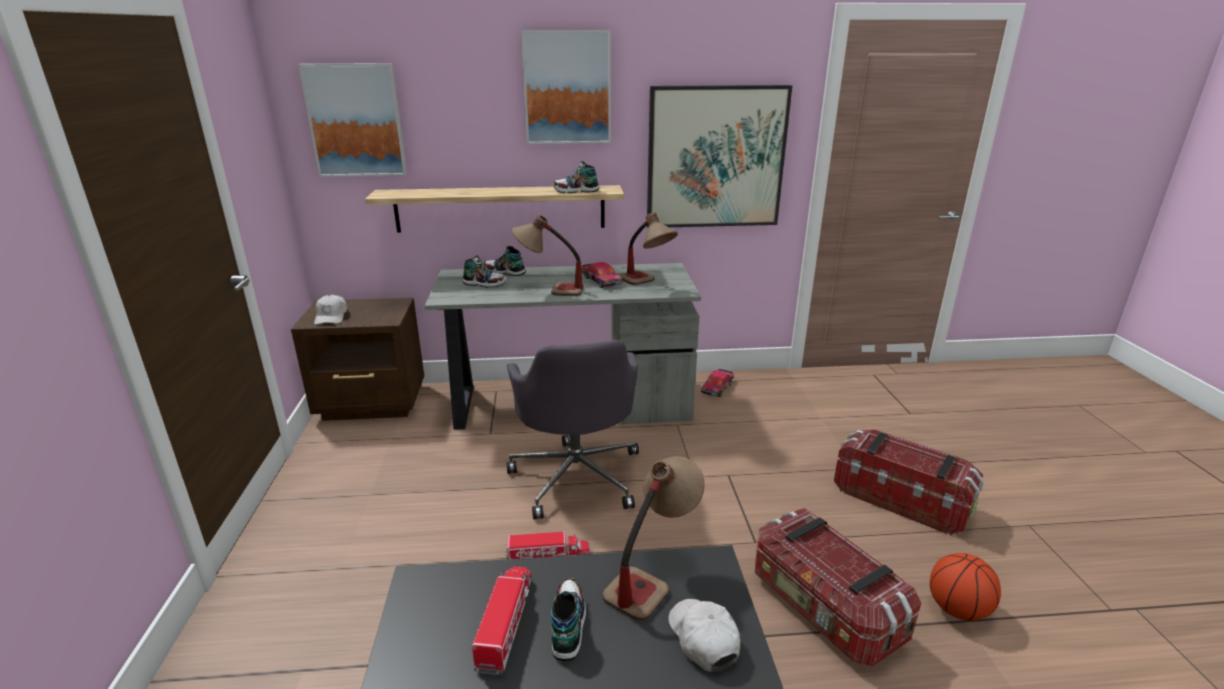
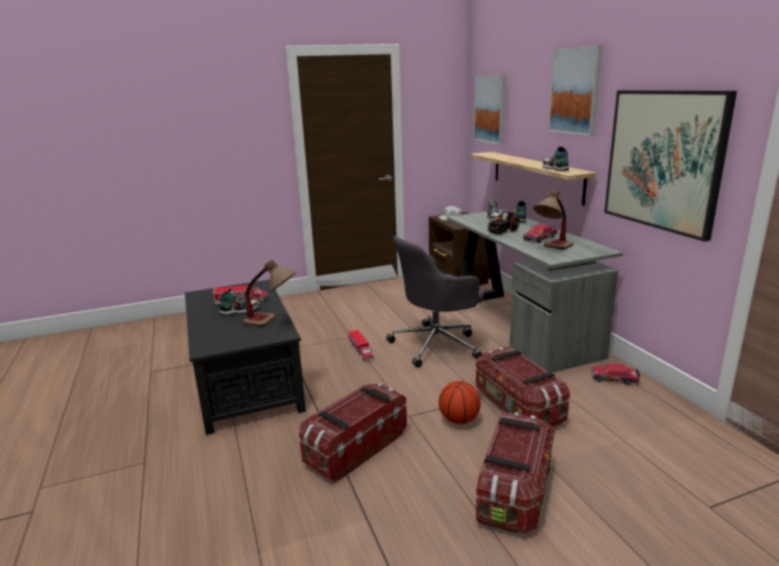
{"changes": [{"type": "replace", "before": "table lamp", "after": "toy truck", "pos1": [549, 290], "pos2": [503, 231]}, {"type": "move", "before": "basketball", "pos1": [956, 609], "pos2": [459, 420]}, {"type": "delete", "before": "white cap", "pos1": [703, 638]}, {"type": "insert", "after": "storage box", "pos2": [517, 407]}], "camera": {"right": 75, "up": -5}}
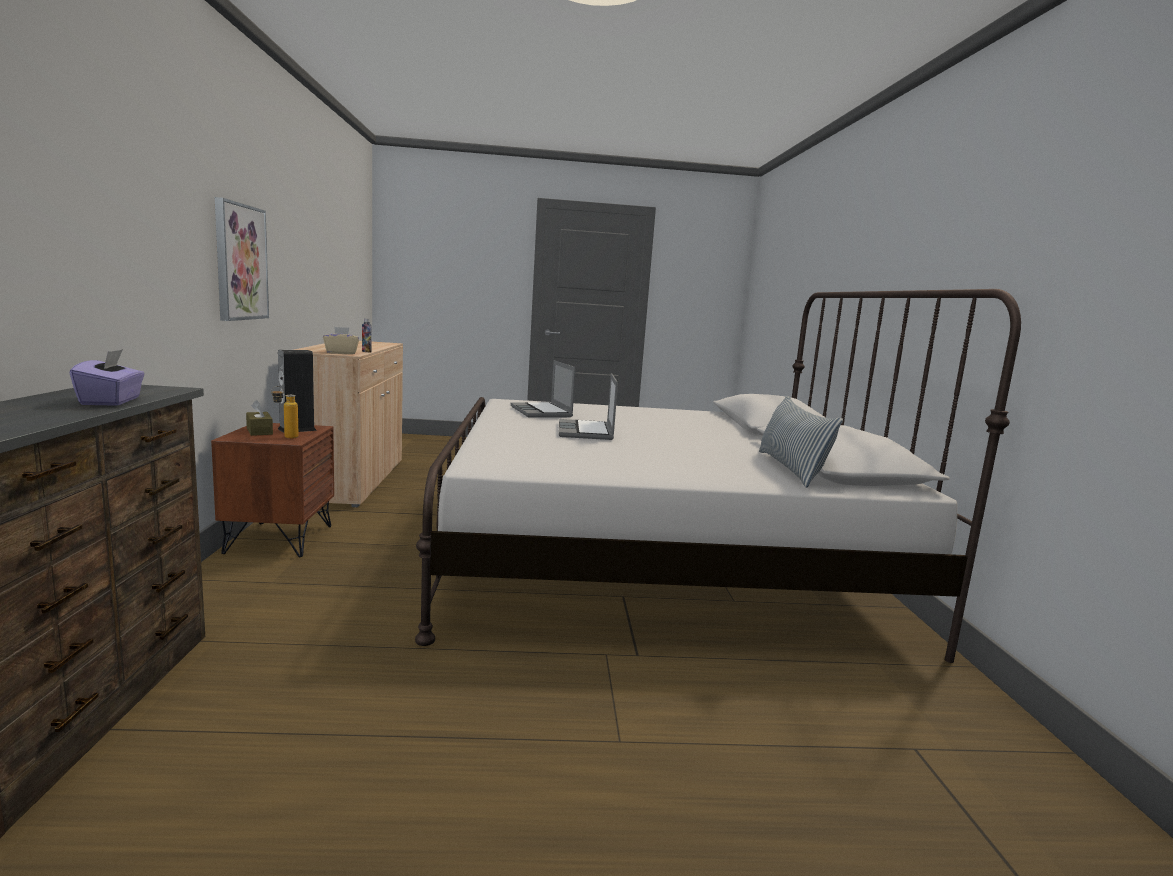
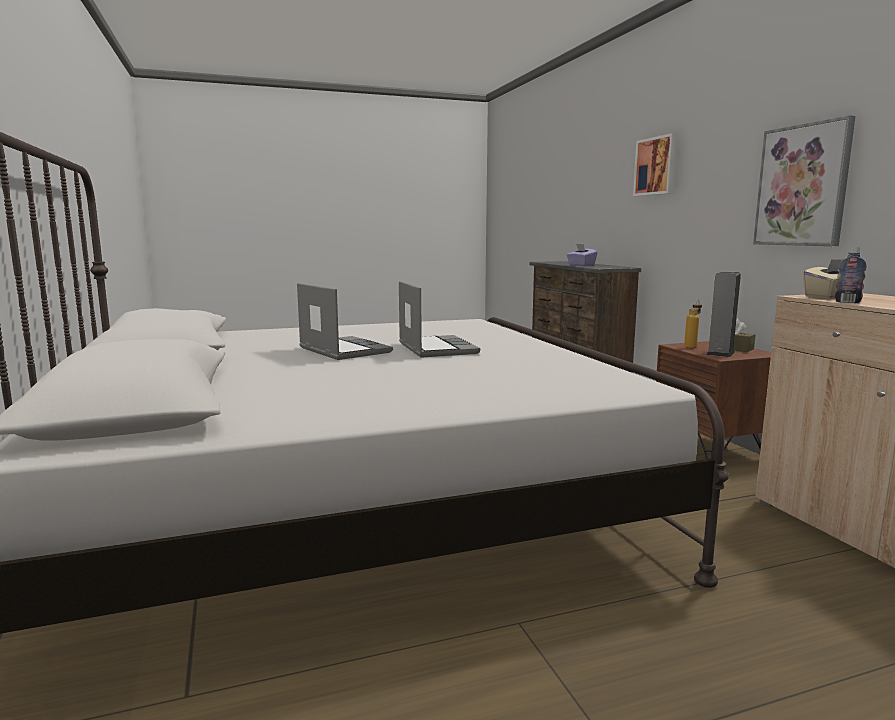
{"changes": [{"type": "move", "before": "laptop", "pos1": [542, 412], "pos2": [342, 350]}, {"type": "delete", "before": "pillow", "pos1": [791, 468]}, {"type": "insert", "after": "picture", "pos2": [657, 166]}], "camera": {"right": 165, "up": 0}}
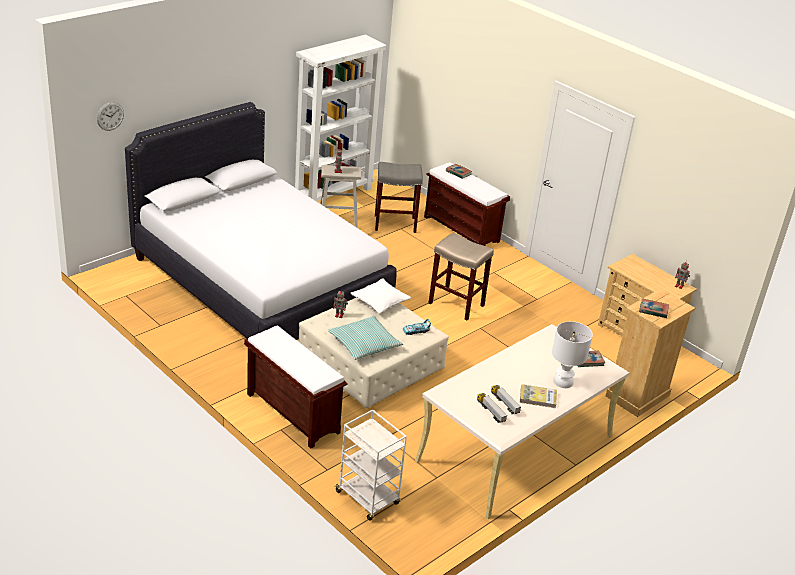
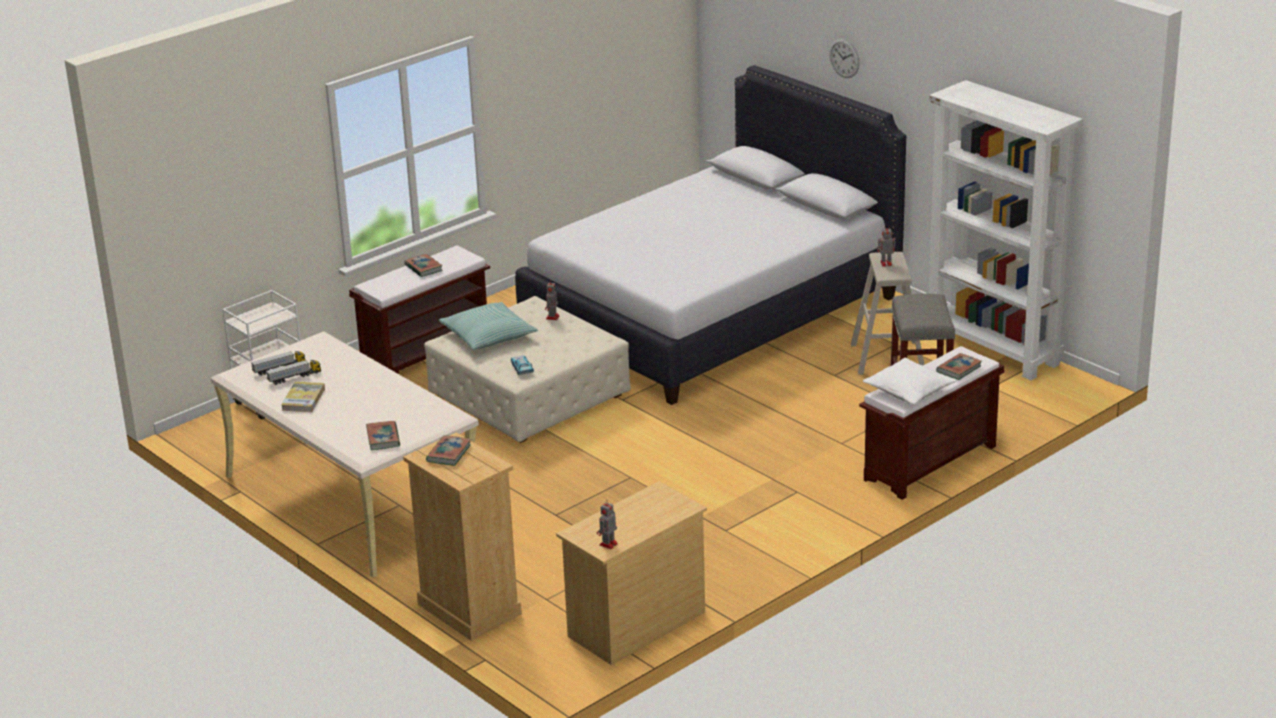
{"changes": [{"type": "move", "before": "wall clock", "pos1": [110, 116], "pos2": [844, 58]}, {"type": "delete", "before": "beige stool", "pos1": [455, 304]}, {"type": "move", "before": "white pillow", "pos1": [380, 302], "pos2": [909, 391]}, {"type": "delete", "before": "white table lamp", "pos1": [563, 382]}, {"type": "insert", "after": "book", "pos2": [423, 268]}], "camera": {"right": 95, "up": -5}}
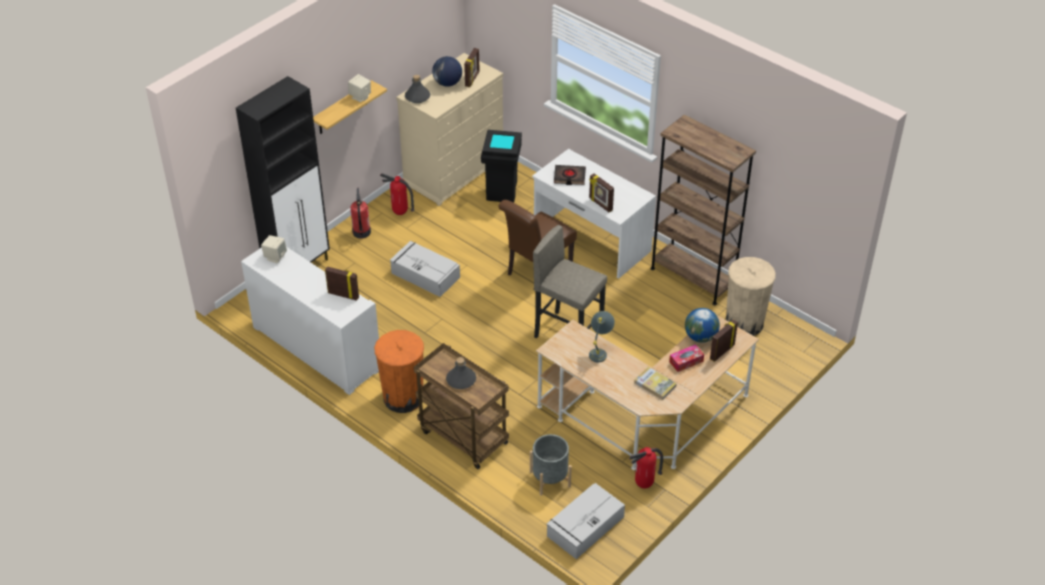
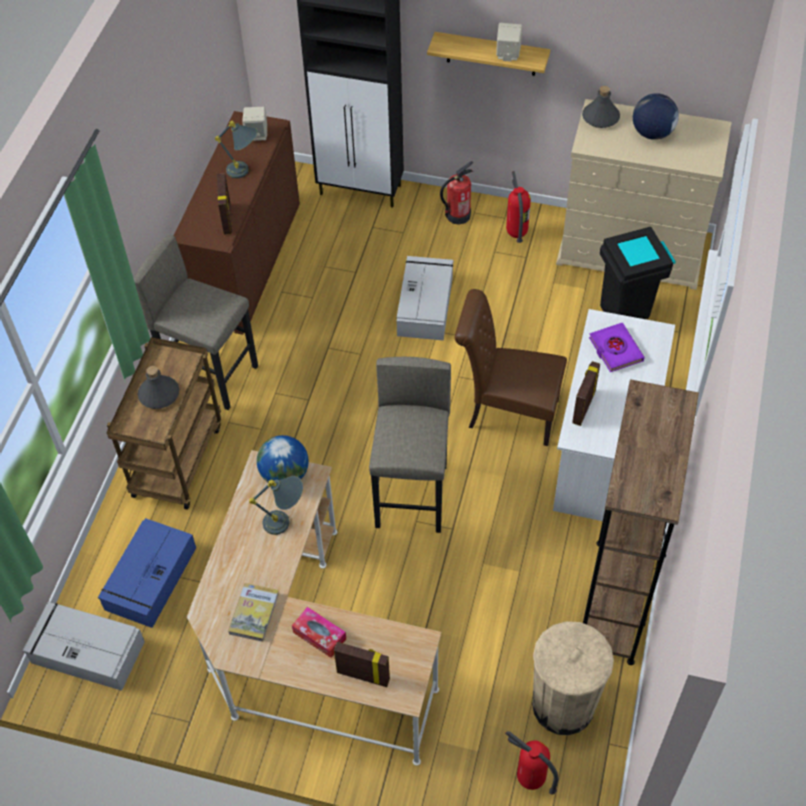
{"changes": [{"type": "delete", "before": "picture frame", "pos1": [472, 79]}, {"type": "recolor", "before": "black book", "after": "purple book", "pos1": [569, 177], "pos2": [615, 350]}, {"type": "recolor", "before": "white cabinet", "after": "brown cabinet", "pos1": [316, 348], "pos2": [247, 263]}, {"type": "move", "before": "globe", "pos1": [700, 337], "pos2": [285, 475]}, {"type": "replace", "before": "orange trash can", "after": "grey stool", "pos1": [403, 397], "pos2": [211, 375]}, {"type": "replace", "before": "grey planter", "after": "blue storage box", "pos1": [550, 479], "pos2": [150, 580]}, {"type": "move", "before": "fire extinguisher", "pos1": [644, 485], "pos2": [530, 780]}, {"type": "insert", "after": "grey table lamp", "pos2": [245, 172]}], "camera": {"right": 65, "up": 10}}
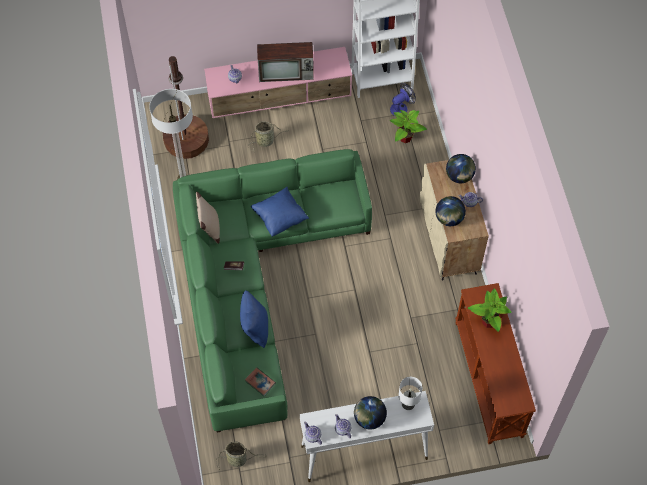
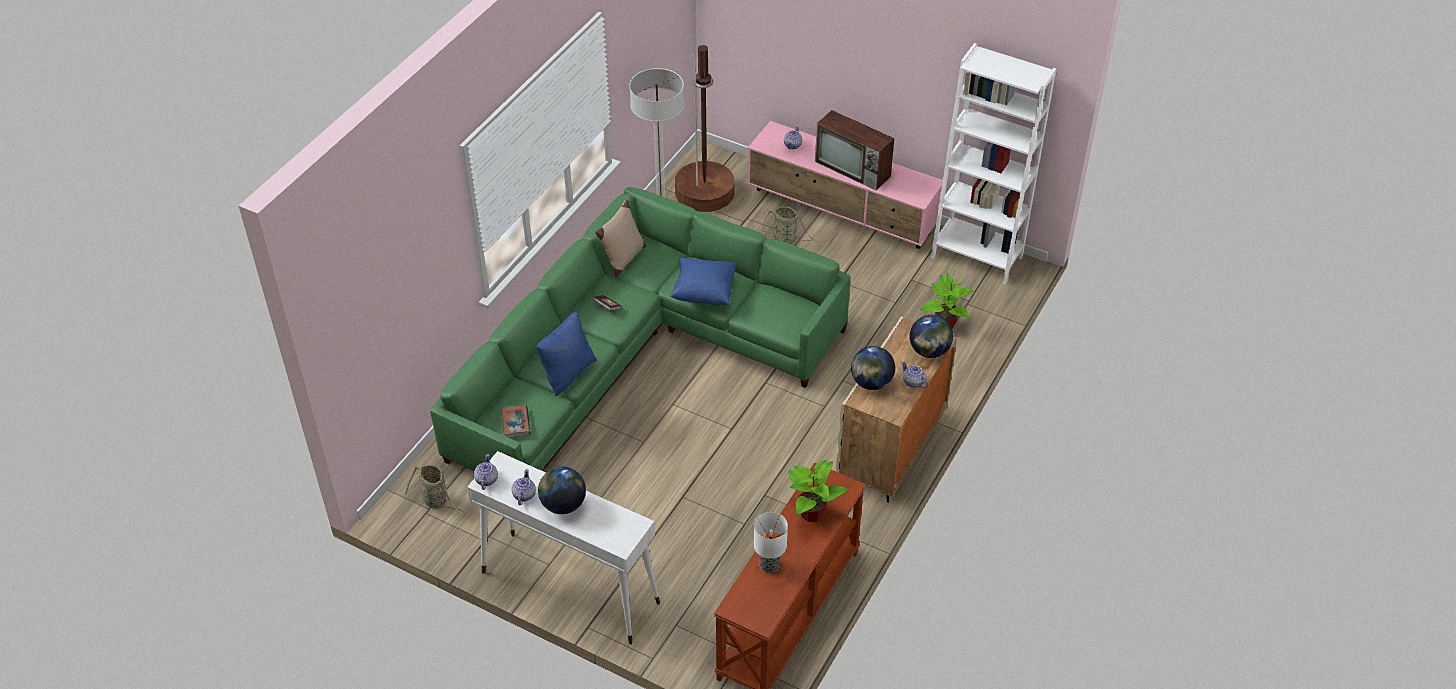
{"changes": [{"type": "delete", "before": "fan", "pos1": [401, 107]}, {"type": "move", "before": "table lamp", "pos1": [408, 403], "pos2": [769, 565]}], "camera": {"right": 40, "up": -15}}
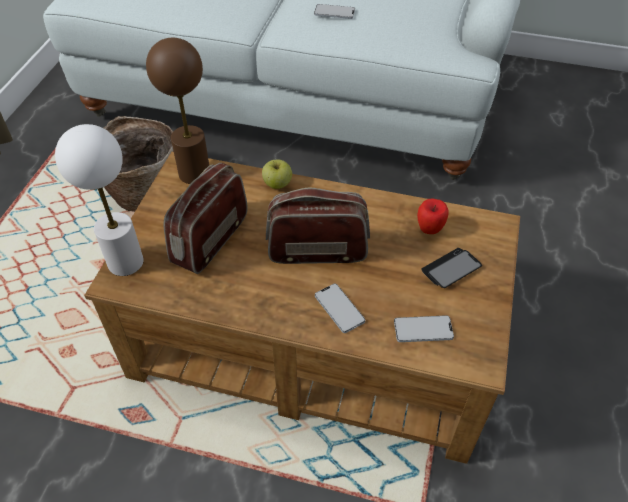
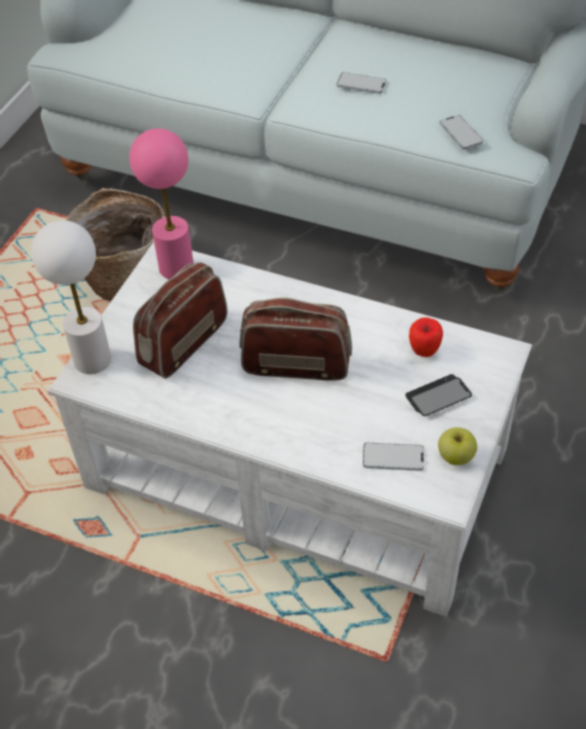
{"changes": [{"type": "recolor", "before": "brown table lamp", "after": "pink table lamp", "pos1": [195, 173], "pos2": [177, 267]}, {"type": "recolor", "before": "brown coffee table", "after": "white coffee table", "pos1": [312, 339], "pos2": [296, 466]}, {"type": "move", "before": "apple", "pos1": [277, 184], "pos2": [456, 456]}, {"type": "move", "before": "phone", "pos1": [339, 308], "pos2": [461, 133]}], "camera": {"right": 10, "up": 0}}
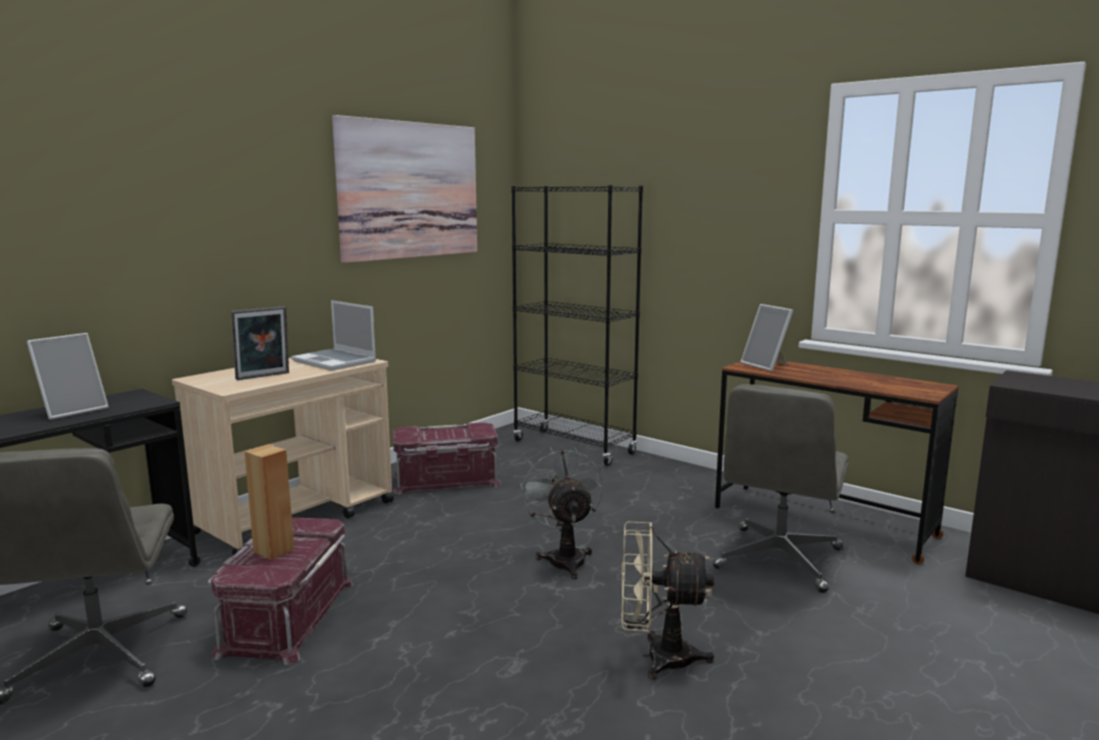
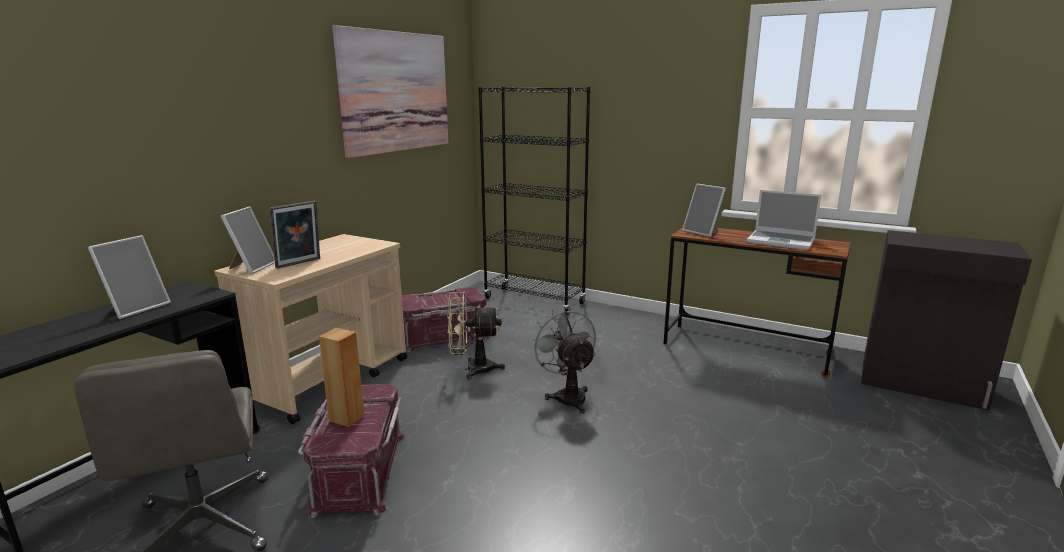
{"changes": [{"type": "move", "before": "laptop", "pos1": [335, 361], "pos2": [782, 241]}, {"type": "delete", "before": "grey office chair", "pos1": [779, 560]}, {"type": "move", "before": "beige fan", "pos1": [657, 657], "pos2": [472, 369]}, {"type": "insert", "after": "picture frame", "pos2": [251, 267]}], "camera": {"right": -10, "up": 5}}
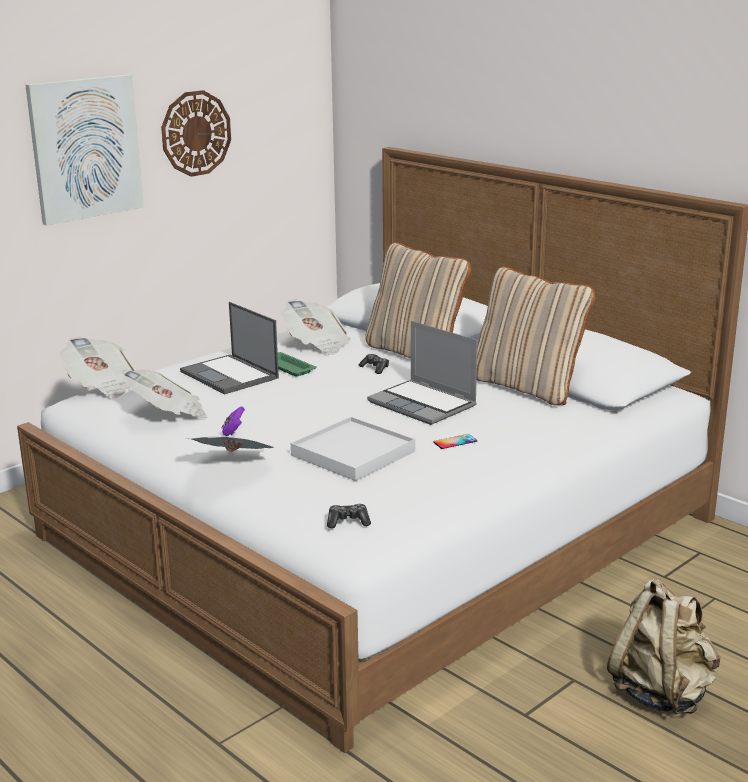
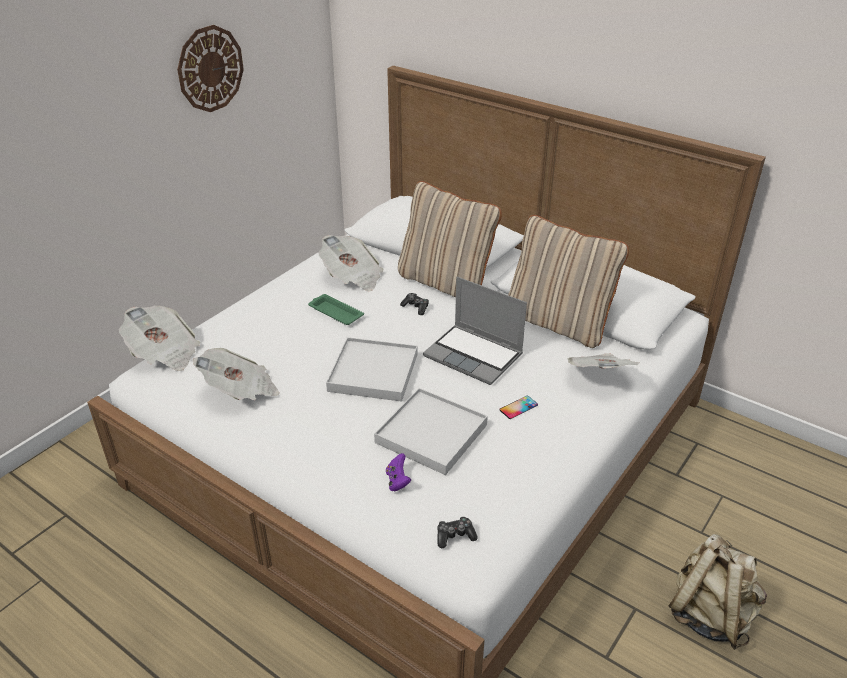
{"changes": [{"type": "delete", "before": "picture", "pos1": [85, 148]}, {"type": "delete", "before": "laptop", "pos1": [230, 375]}, {"type": "move", "before": "purple game controller", "pos1": [233, 431], "pos2": [397, 481]}, {"type": "move", "before": "newspaper", "pos1": [234, 465], "pos2": [599, 376]}, {"type": "insert", "after": "white tray", "pos2": [373, 372]}], "camera": {"right": -10, "up": 15}}
